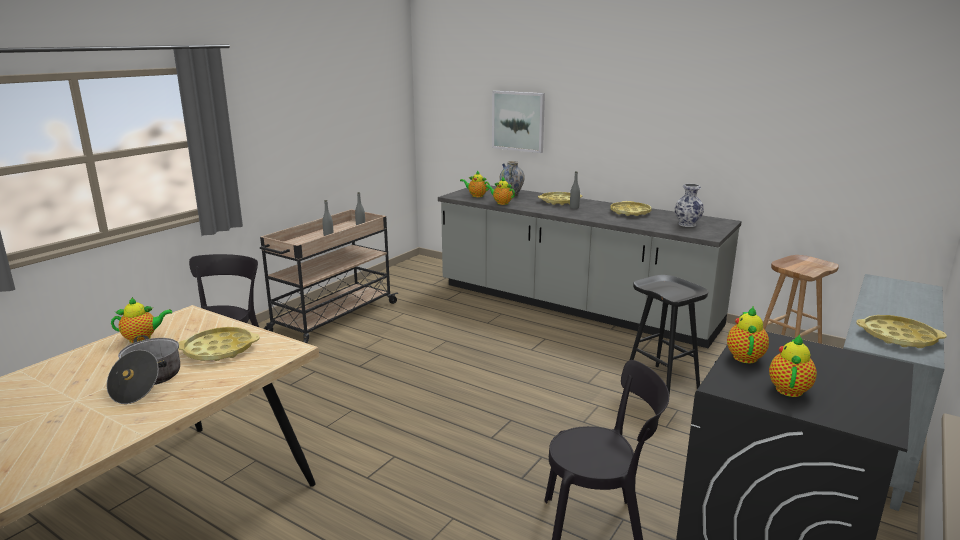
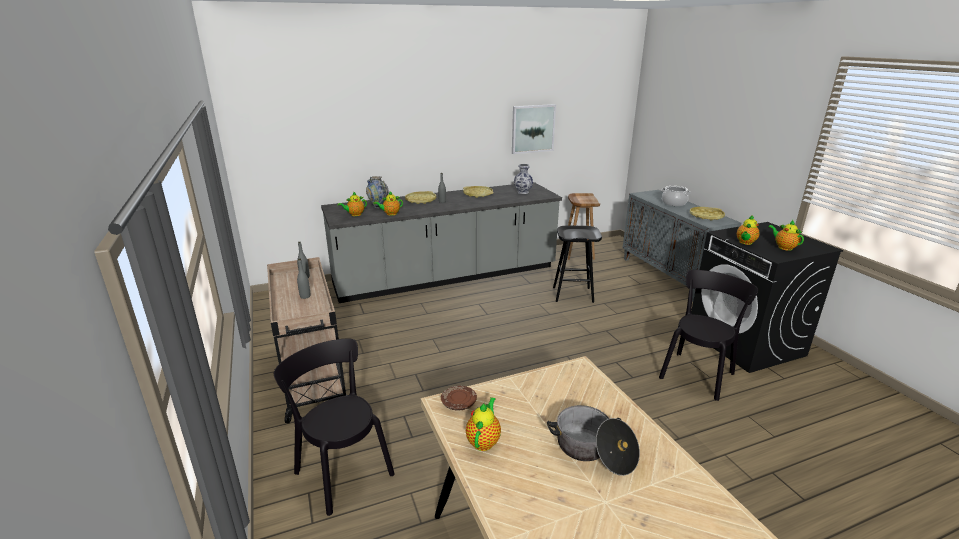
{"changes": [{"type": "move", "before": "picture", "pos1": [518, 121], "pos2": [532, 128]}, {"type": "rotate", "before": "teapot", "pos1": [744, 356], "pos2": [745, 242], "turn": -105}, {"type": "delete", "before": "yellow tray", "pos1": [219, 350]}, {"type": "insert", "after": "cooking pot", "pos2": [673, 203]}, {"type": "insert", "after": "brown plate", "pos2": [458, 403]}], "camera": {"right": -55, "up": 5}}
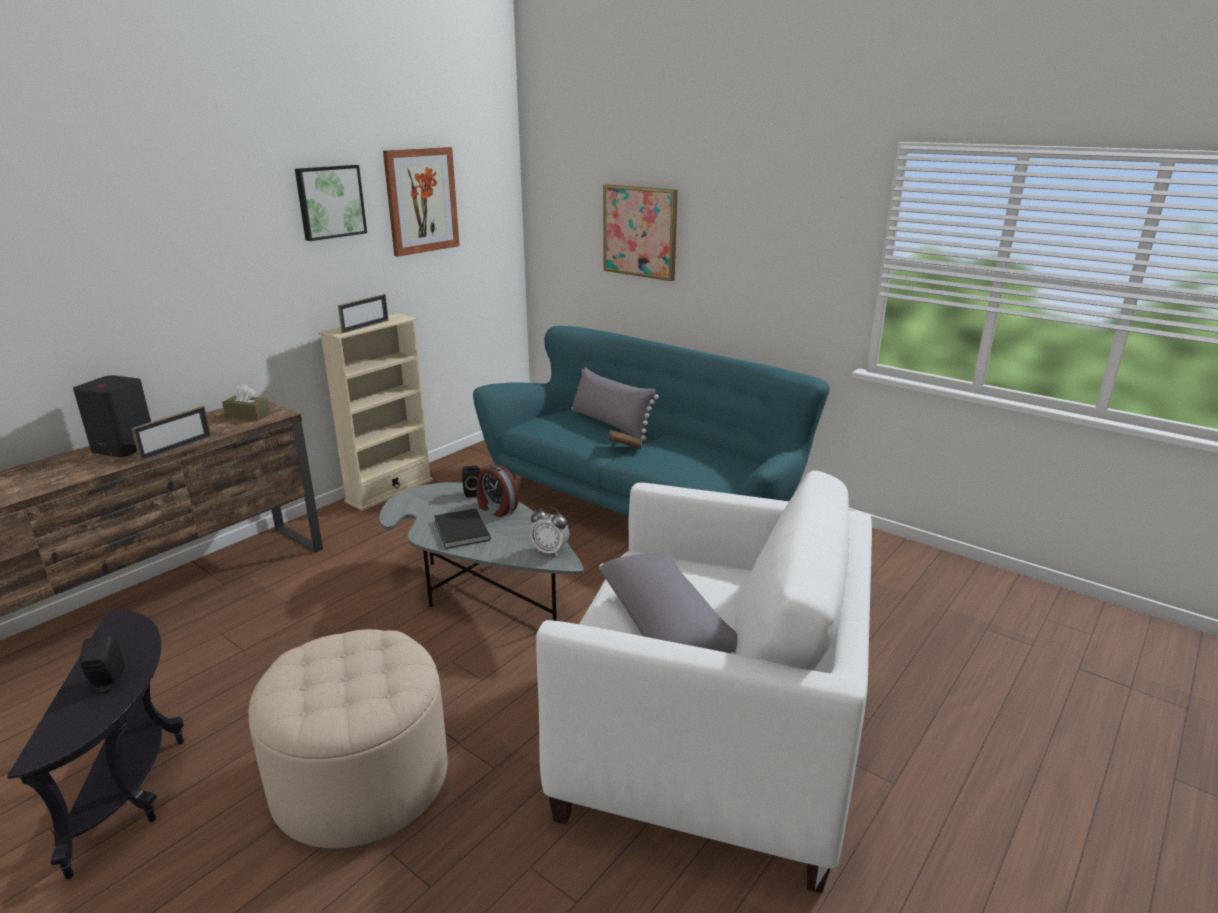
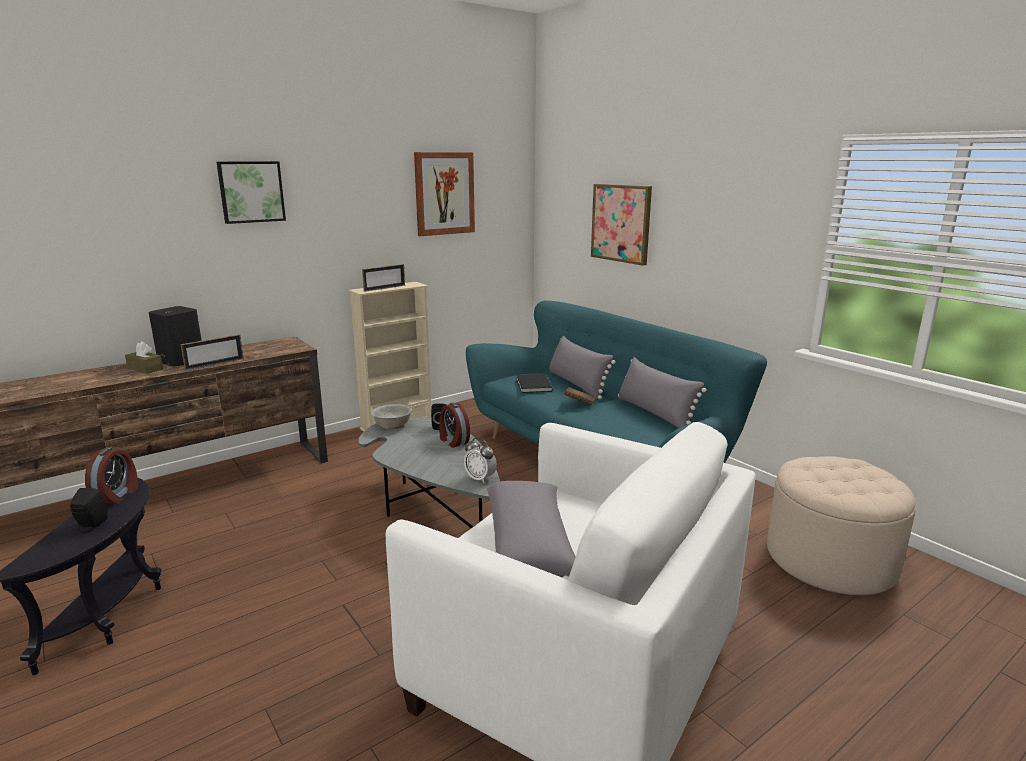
{"changes": [{"type": "move", "before": "picture", "pos1": [330, 202], "pos2": [251, 192]}, {"type": "move", "before": "brown tissue box", "pos1": [247, 415], "pos2": [145, 368]}, {"type": "move", "before": "black book", "pos1": [460, 531], "pos2": [532, 385]}, {"type": "move", "before": "beige ottoman", "pos1": [361, 779], "pos2": [830, 559]}, {"type": "insert", "after": "grey pillow", "pos2": [655, 413]}, {"type": "insert", "after": "white bowl", "pos2": [392, 425]}, {"type": "insert", "after": "alarm clock", "pos2": [117, 495]}], "camera": {"right": 15, "up": -5}}
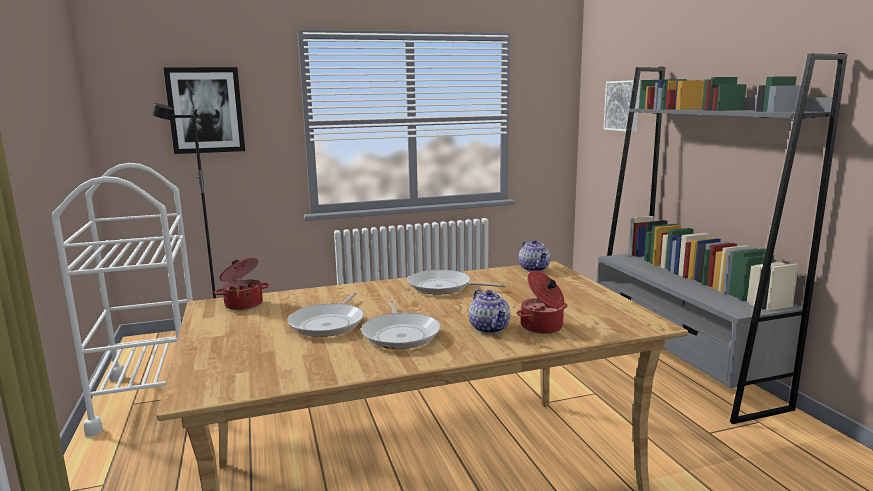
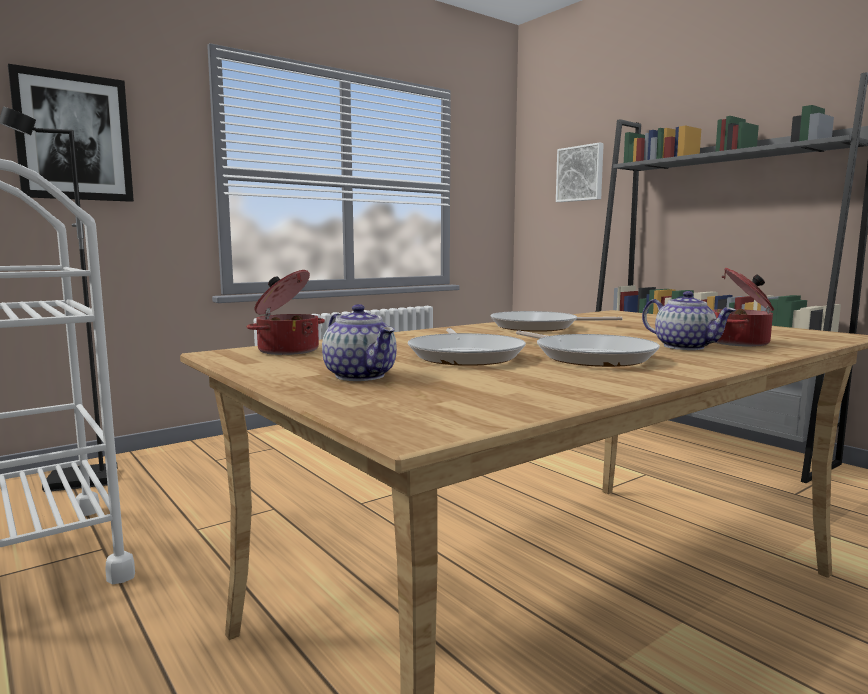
{"changes": [{"type": "move", "before": "teapot", "pos1": [534, 269], "pos2": [361, 376]}], "camera": {"right": -20, "up": -5}}
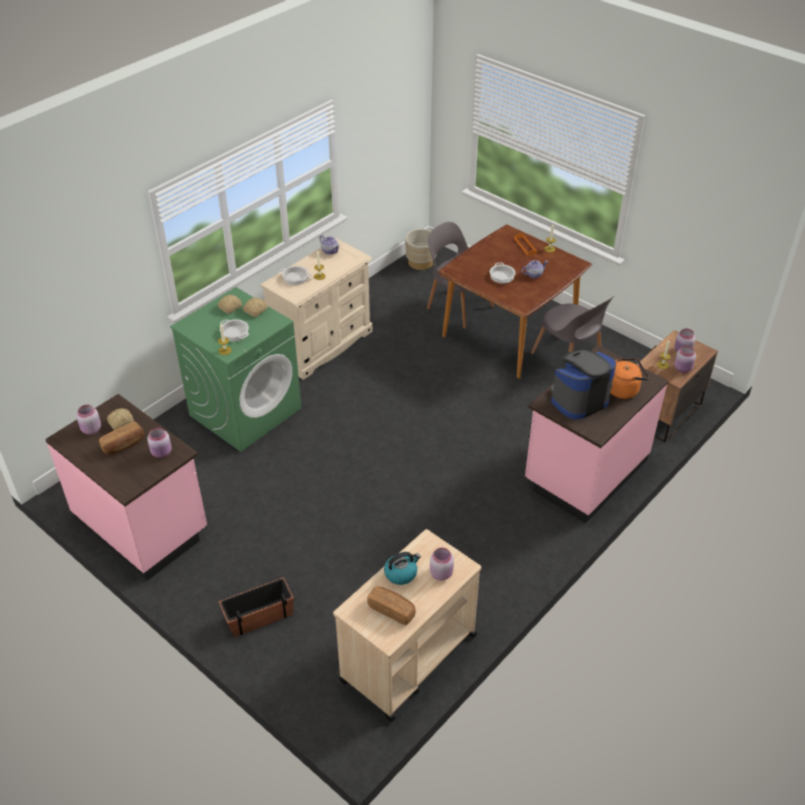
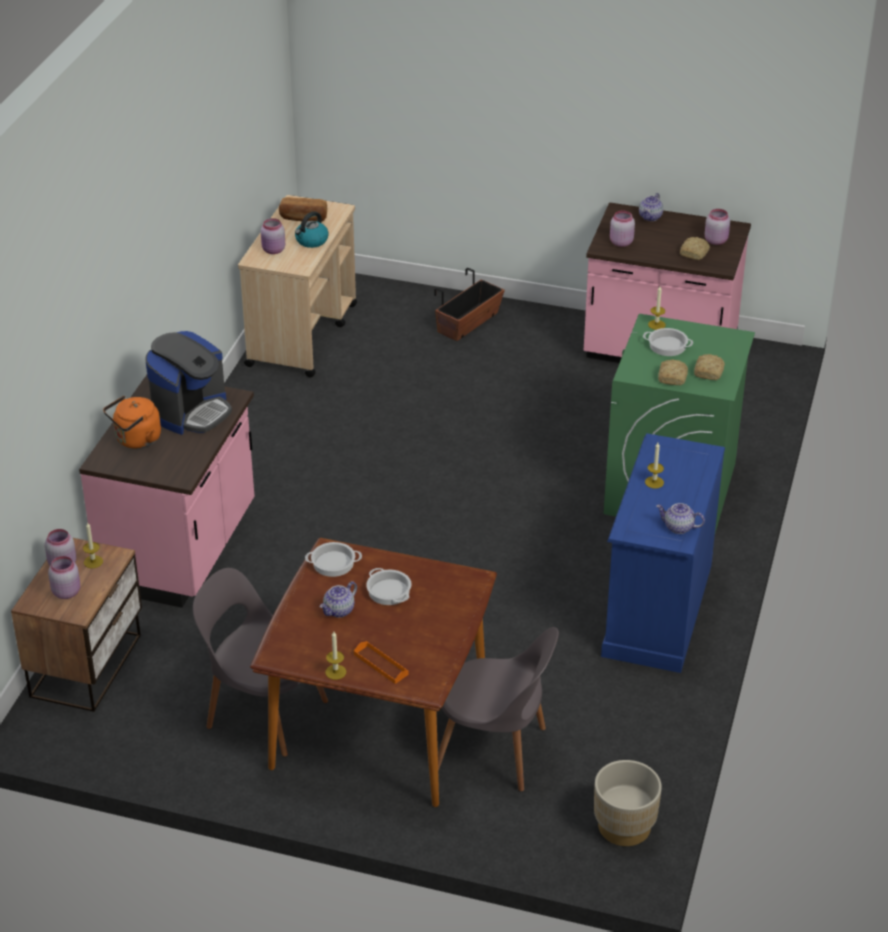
{"changes": [{"type": "recolor", "before": "beige dresser", "after": "blue dresser", "pos1": [322, 344], "pos2": [657, 610]}, {"type": "move", "before": "cooking pot", "pos1": [296, 278], "pos2": [333, 564]}, {"type": "delete", "before": "bread", "pos1": [124, 445]}, {"type": "insert", "after": "teapot", "pos2": [650, 217]}], "camera": {"right": 155, "up": -5}}
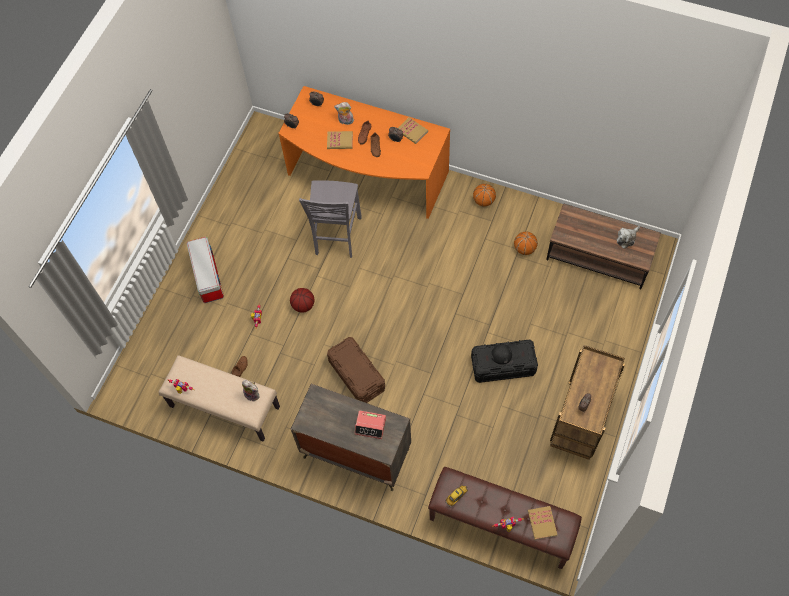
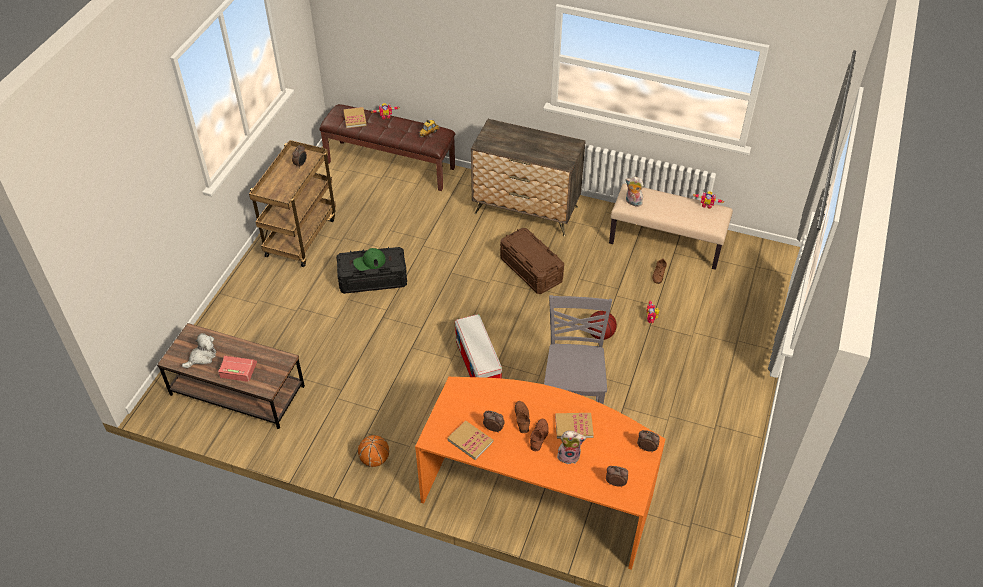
{"changes": [{"type": "delete", "before": "basketball", "pos1": [524, 249]}, {"type": "move", "before": "storage box", "pos1": [207, 276], "pos2": [478, 365]}, {"type": "recolor", "before": "black cap", "after": "green cap", "pos1": [505, 353], "pos2": [369, 262]}, {"type": "move", "before": "alarm clock", "pos1": [370, 426], "pos2": [238, 370]}], "camera": {"right": 175, "up": -15}}
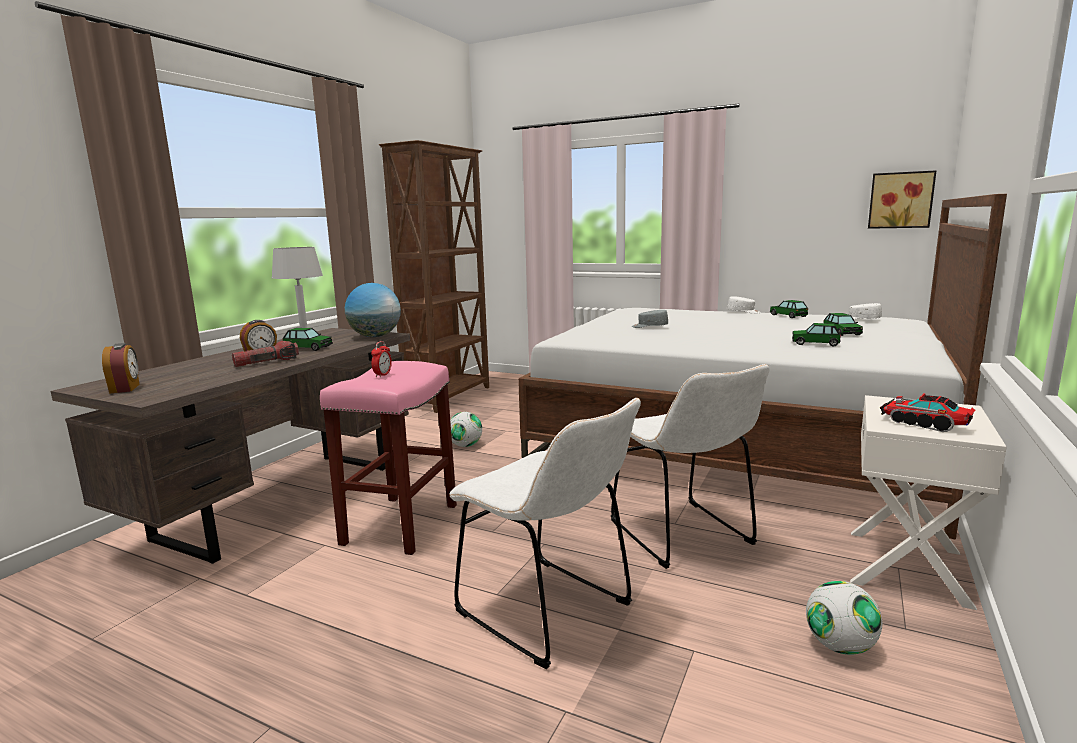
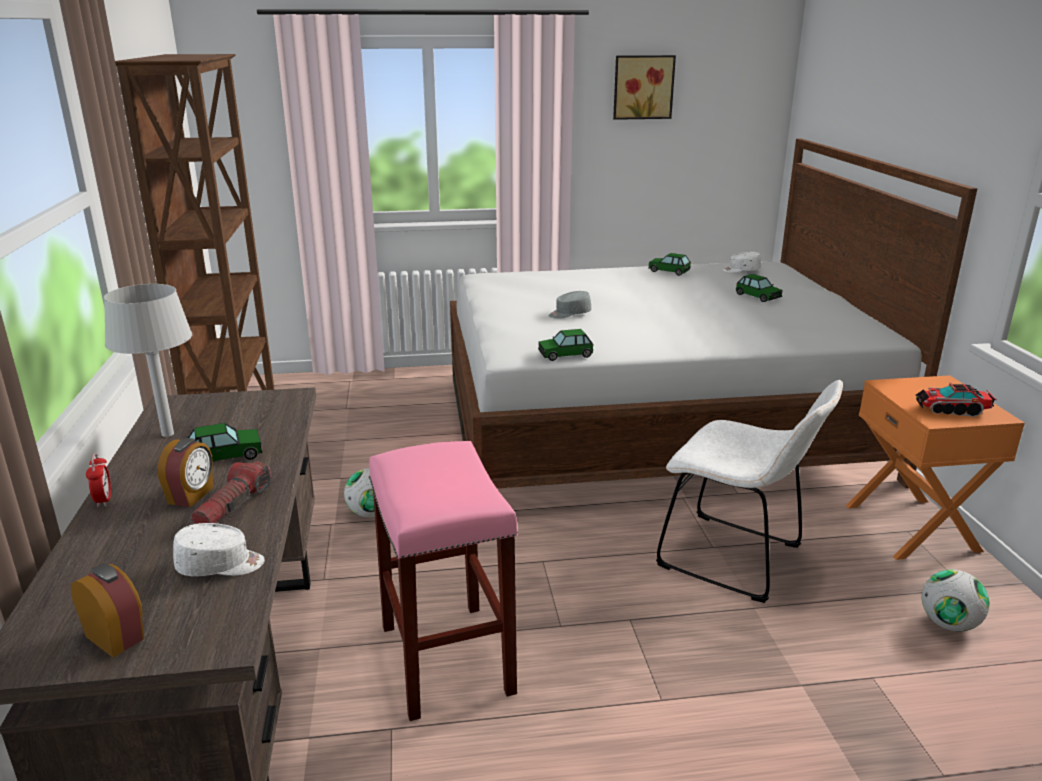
{"changes": [{"type": "move", "before": "picture", "pos1": [900, 200], "pos2": [642, 87]}, {"type": "delete", "before": "globe", "pos1": [375, 336]}, {"type": "move", "before": "white cap", "pos1": [743, 312], "pos2": [220, 565]}, {"type": "move", "before": "toy car", "pos1": [815, 343], "pos2": [565, 354]}, {"type": "move", "before": "alarm clock", "pos1": [382, 375], "pos2": [104, 500]}, {"type": "recolor", "before": "white nightstand", "after": "orange nightstand", "pos1": [909, 567], "pos2": [913, 527]}, {"type": "delete", "before": "white chair", "pos1": [550, 612]}], "camera": {"right": -35, "up": 10}}
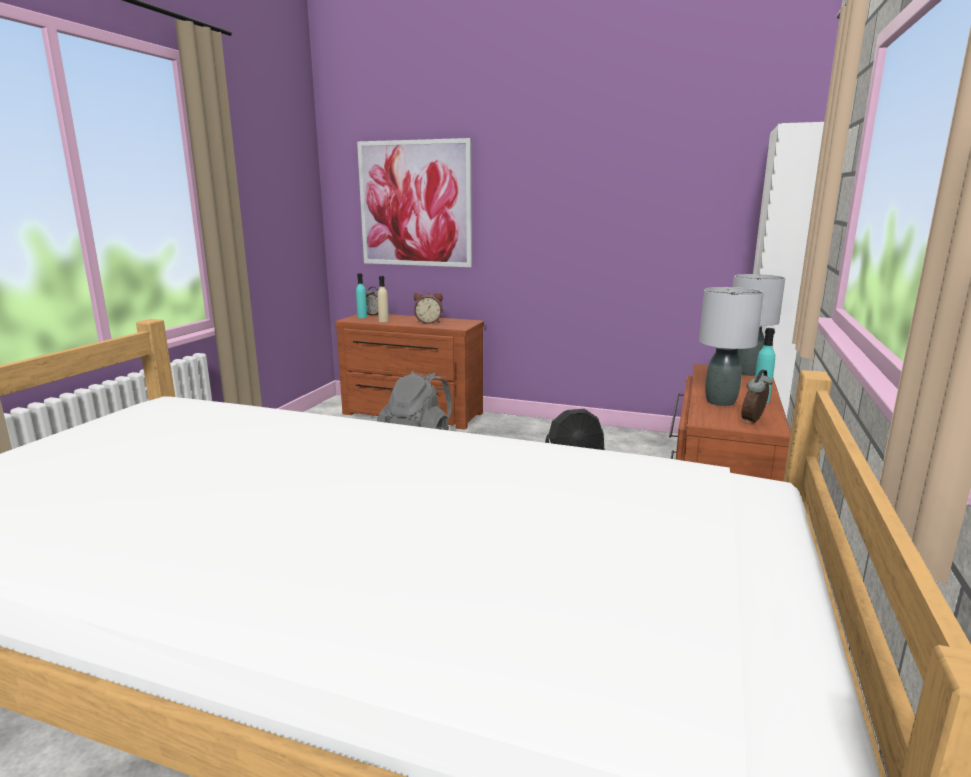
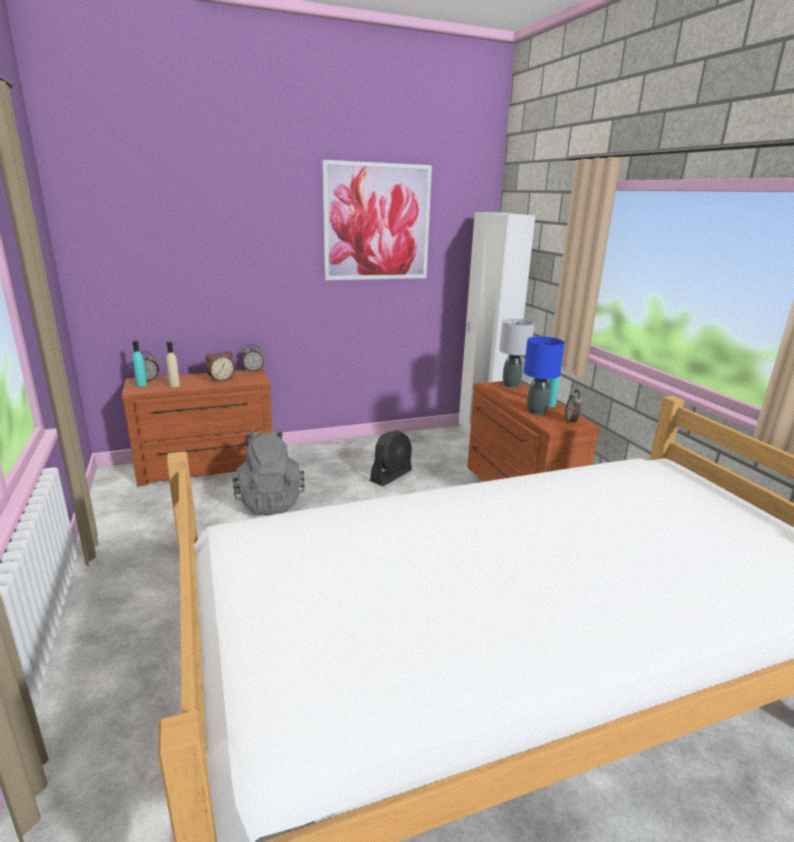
{"changes": [{"type": "move", "before": "picture", "pos1": [415, 204], "pos2": [377, 222]}, {"type": "recolor", "before": "grey table lamp", "after": "blue table lamp", "pos1": [720, 402], "pos2": [536, 411]}, {"type": "insert", "after": "alarm clock", "pos2": [253, 370]}], "camera": {"right": -40, "up": 5}}
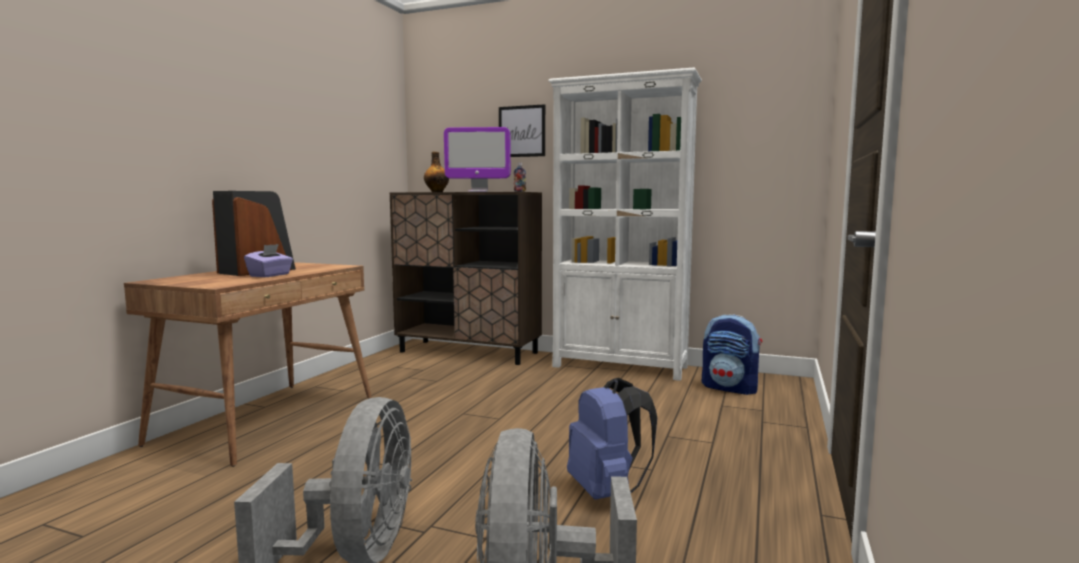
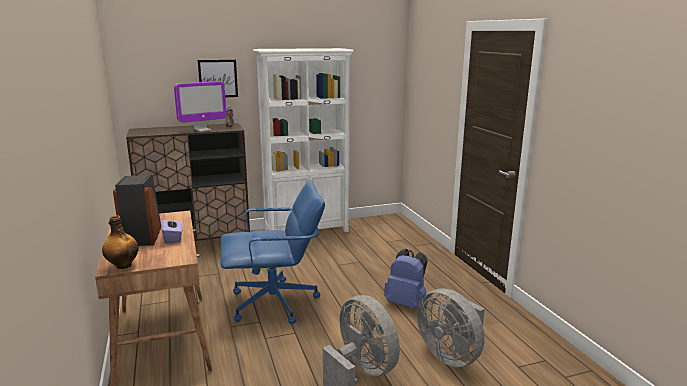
{"changes": [{"type": "move", "before": "bottle", "pos1": [437, 192], "pos2": [123, 265]}, {"type": "delete", "before": "backpack", "pos1": [730, 388]}, {"type": "insert", "after": "blue office chair", "pos2": [275, 303]}], "camera": {"right": -40, "up": 10}}
